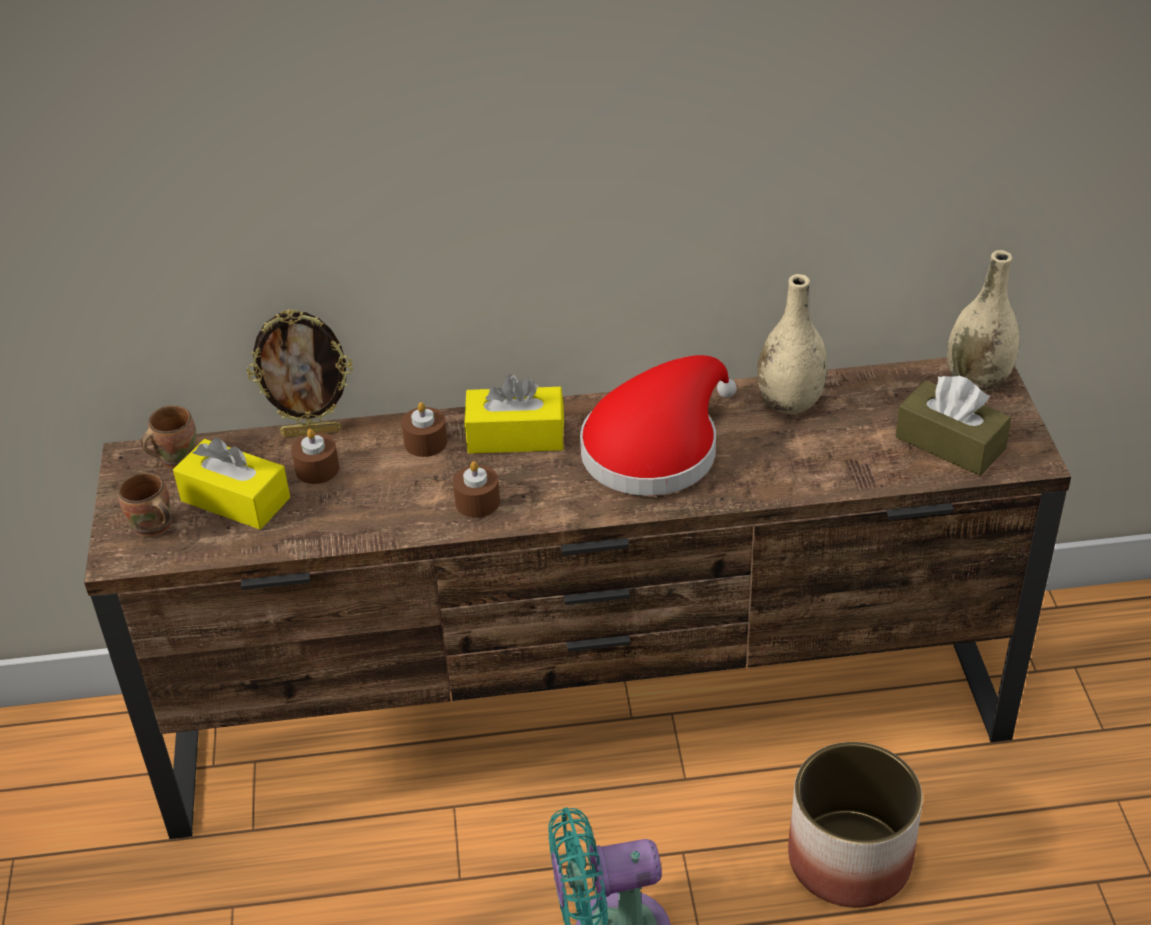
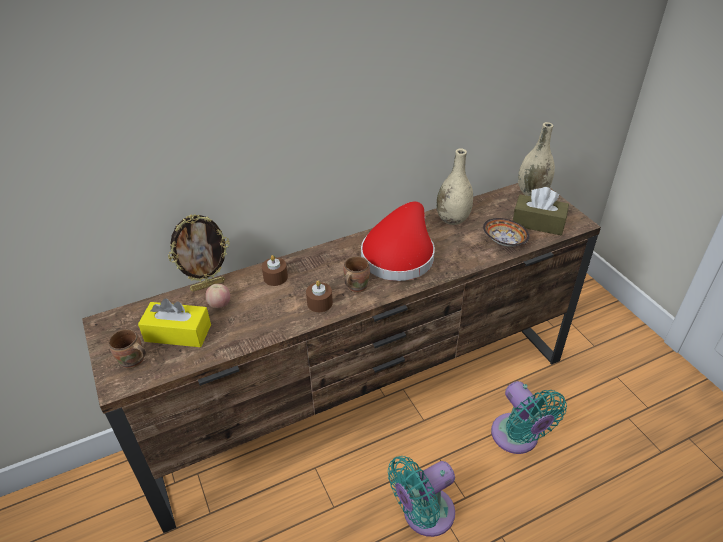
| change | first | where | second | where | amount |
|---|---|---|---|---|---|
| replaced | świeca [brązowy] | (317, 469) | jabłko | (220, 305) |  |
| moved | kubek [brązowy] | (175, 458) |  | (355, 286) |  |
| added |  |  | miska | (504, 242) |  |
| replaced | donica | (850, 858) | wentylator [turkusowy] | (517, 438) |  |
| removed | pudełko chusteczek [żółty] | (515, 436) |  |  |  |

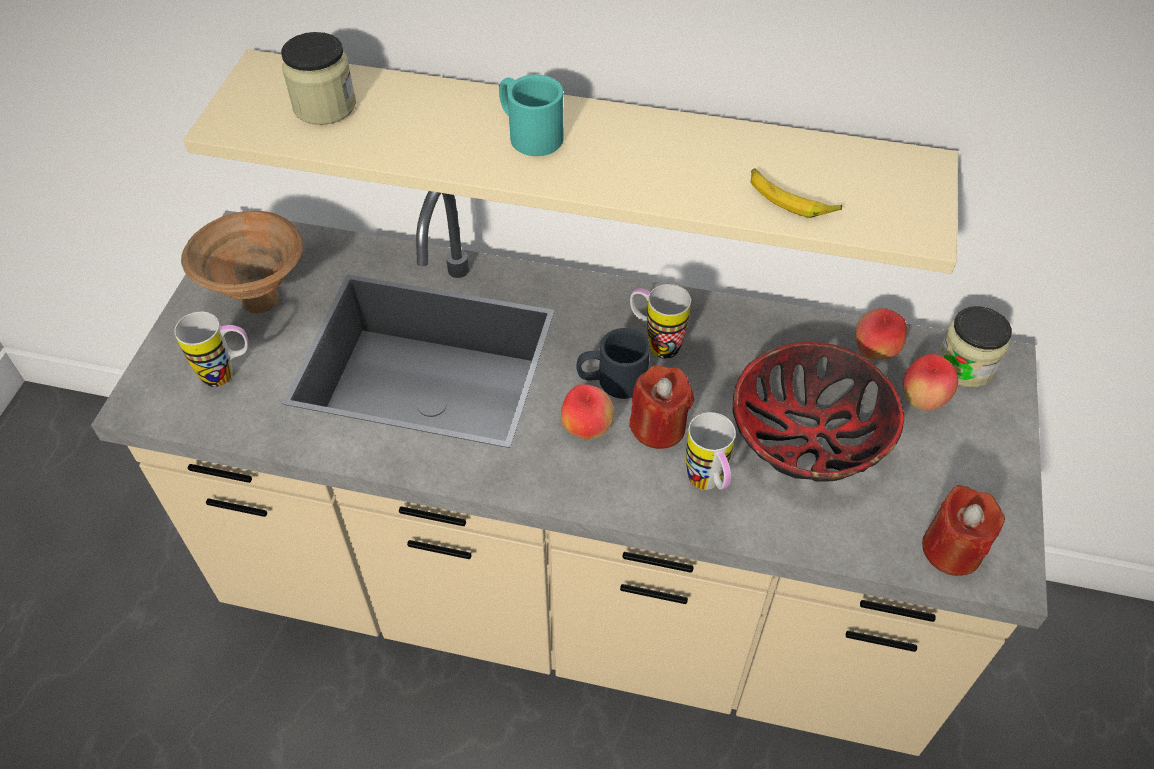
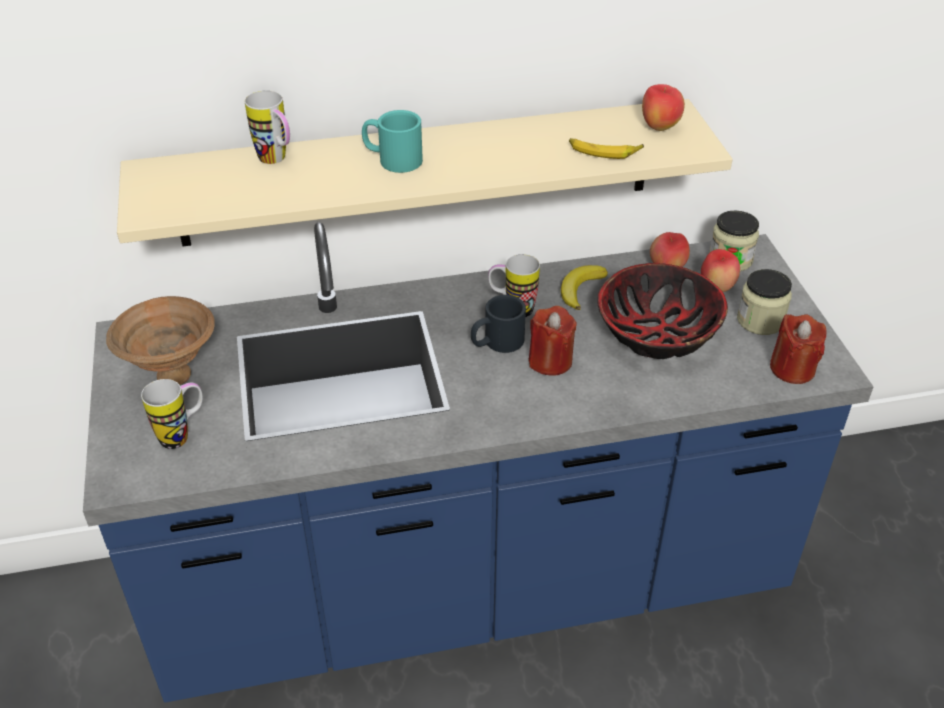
| change | first | where | second | where | amount |
|---|---|---|---|---|---|
| recoloured | zabudowa kuchenna [beżowy] | (577, 600) | zabudowa kuchenna [niebieski] | (472, 587) |  |
| moved | kubek | (708, 485) |  | (277, 160) |  |
| added |  |  | banan | (580, 289) |  |
| moved | jabłko | (586, 429) |  | (659, 127) |  |
| moved | słoik | (324, 106) |  | (760, 320) |  |

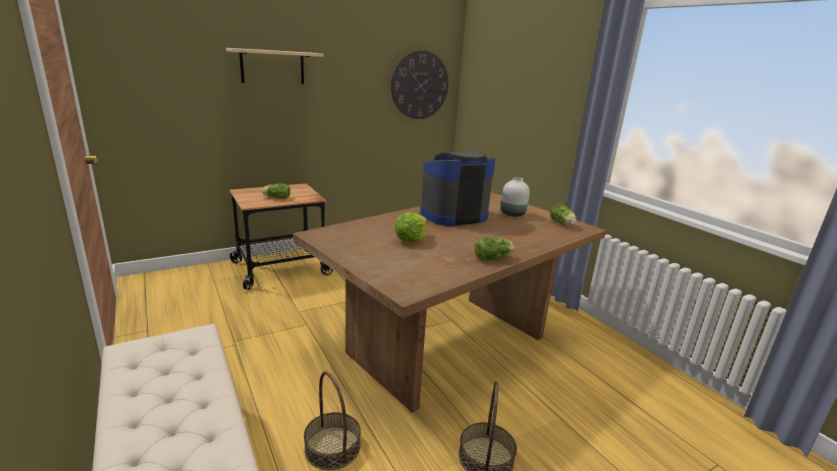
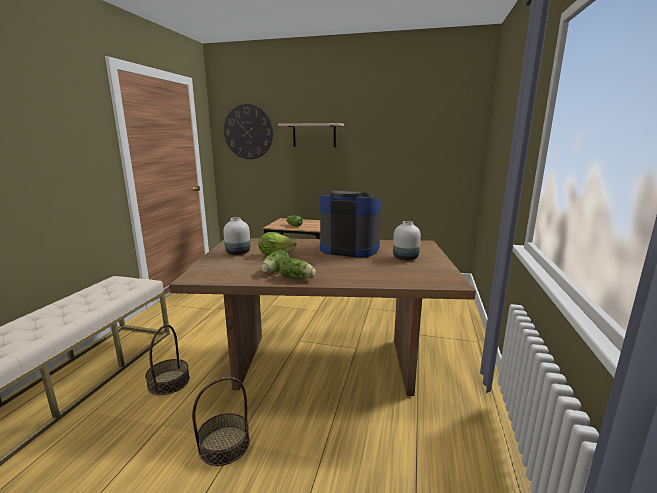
| change | first | where | second | where | amount |
|---|---|---|---|---|---|
| added |  |  | wazon [biały] | (238, 252) |  |
| moved | zegar ścienny | (419, 85) |  | (248, 132) |  |
| moved | sałata | (562, 224) |  | (274, 271) |  |

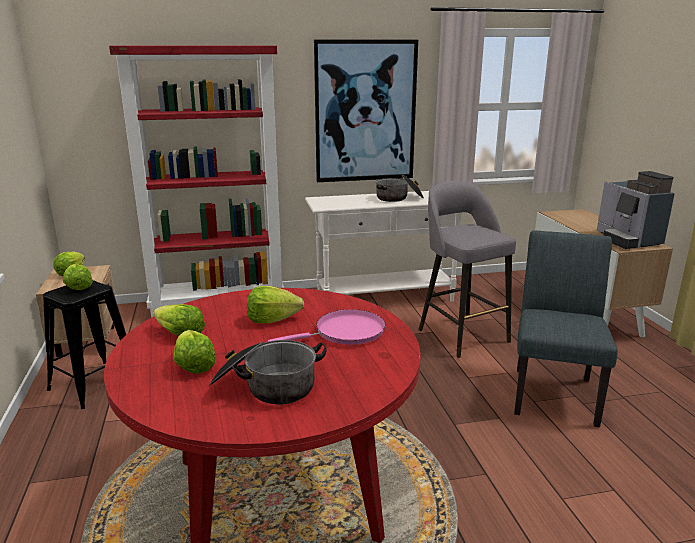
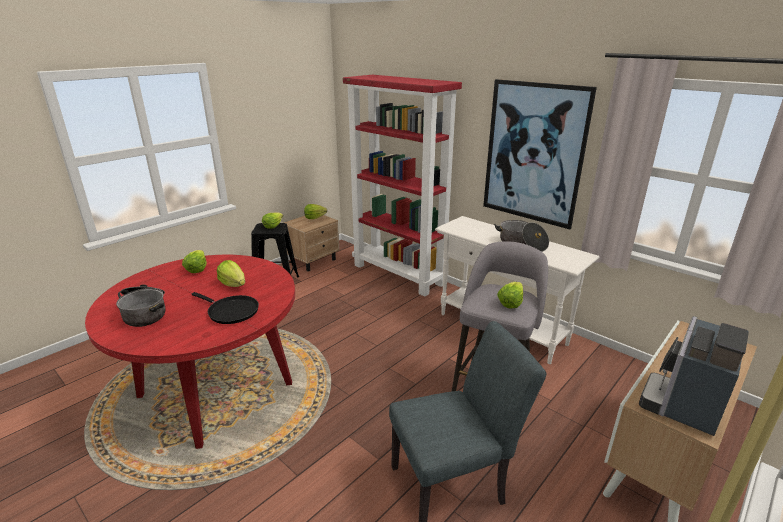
| change | first | where | second | where | amount |
|---|---|---|---|---|---|
| recoloured | patelnia [różowy] | (345, 332) | patelnia [czarny] | (231, 311) |  |
| moved | sałata | (194, 365) |  | (510, 302) |  |

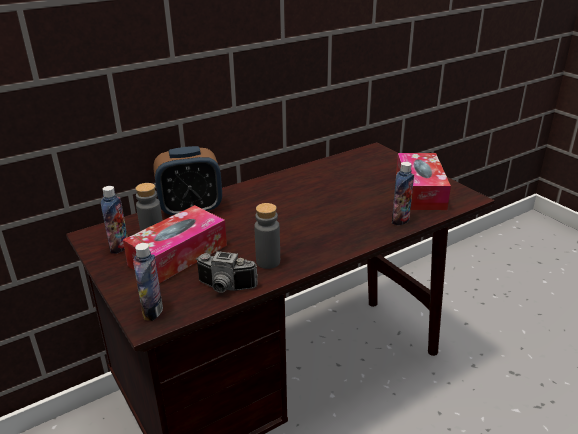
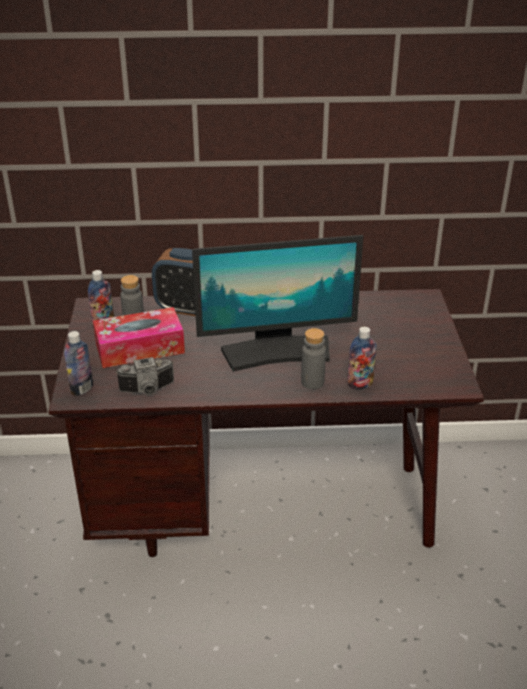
| change | first | where | second | where | amount |
|---|---|---|---|---|---|
| turned | aparat fotograficzny | (225, 288) |  | (148, 390) | 60 degrees counterclockwise |
| added |  |  | monitor | (277, 352) |  |
| moved | butelka [szary] | (268, 262) |  | (312, 382) |  |
| removed | pudełko chusteczek | (420, 191) |  |  |  |

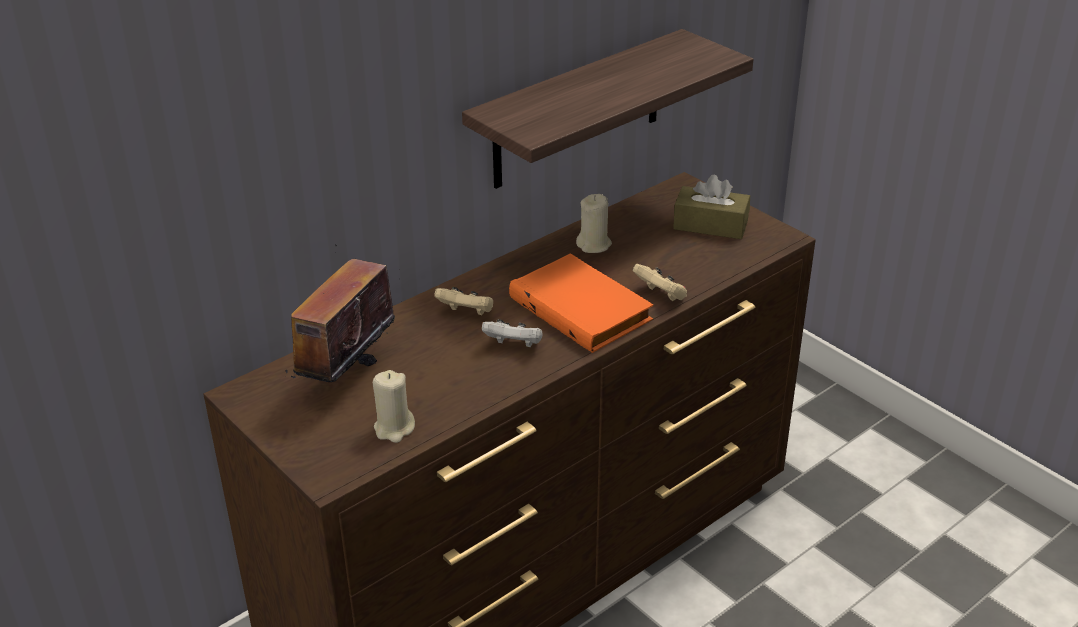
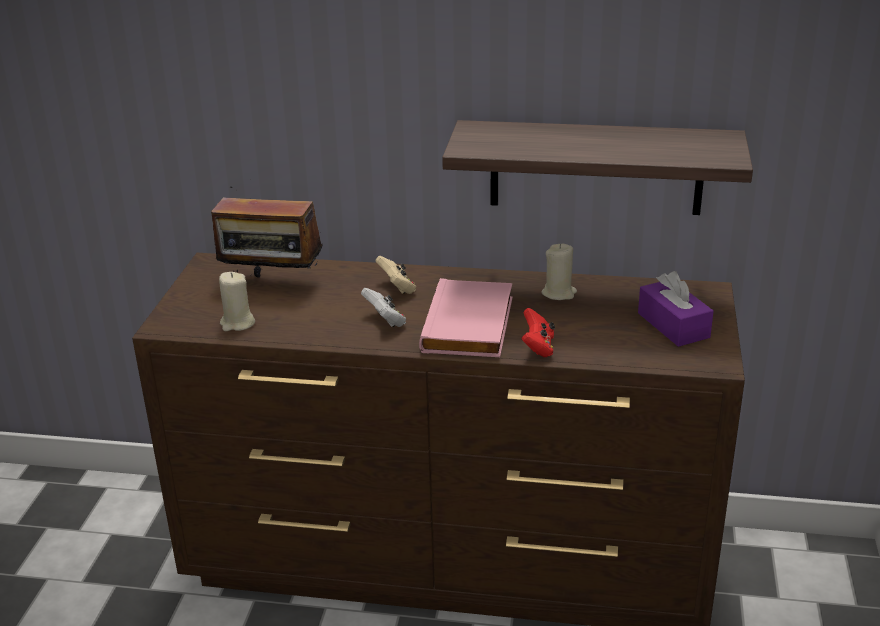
| change | first | where | second | where | amount |
|---|---|---|---|---|---|
| turned | radio | (346, 375) |  | (272, 282) | 150 degrees counterclockwise |
| recoloured | książka [pomarańczowy] | (583, 308) | książka [różowy] | (471, 325) |  |
| recoloured | pad do gier [beżowy] | (661, 296) | pad do gier [czerwony] | (538, 347) |  |
| recoloured | pudełko chusteczek [brązowy] | (710, 225) | pudełko chusteczek [fioletowy] | (673, 325) |  |

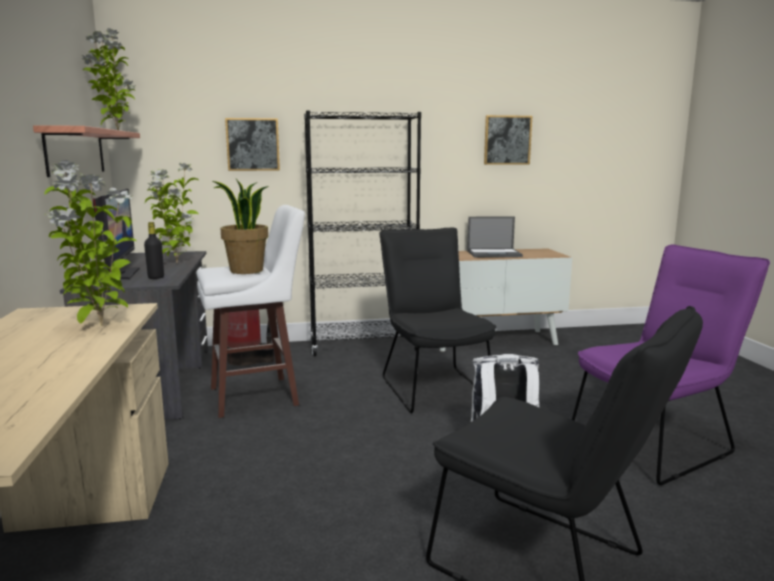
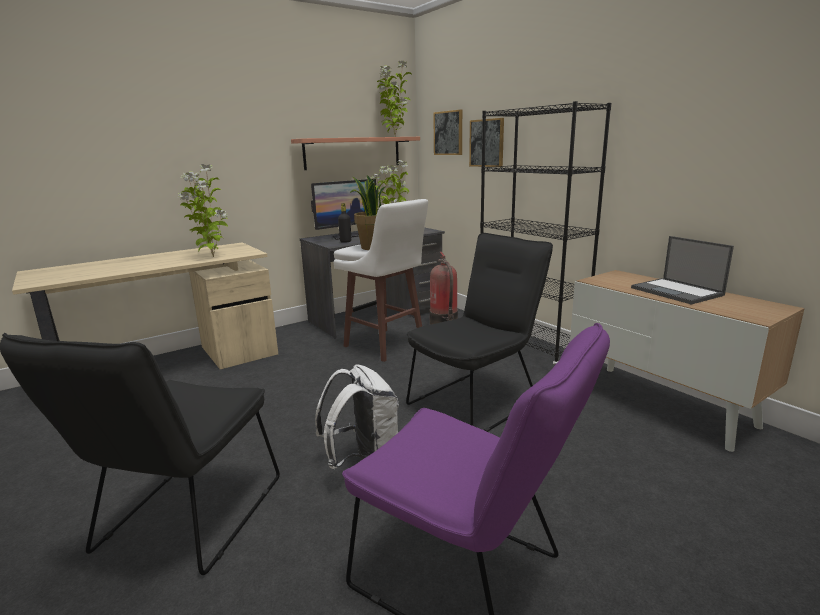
| change | first | where | second | where | amount |
|---|---|---|---|---|---|
| moved | obraz | (507, 140) |  | (448, 133) |  |

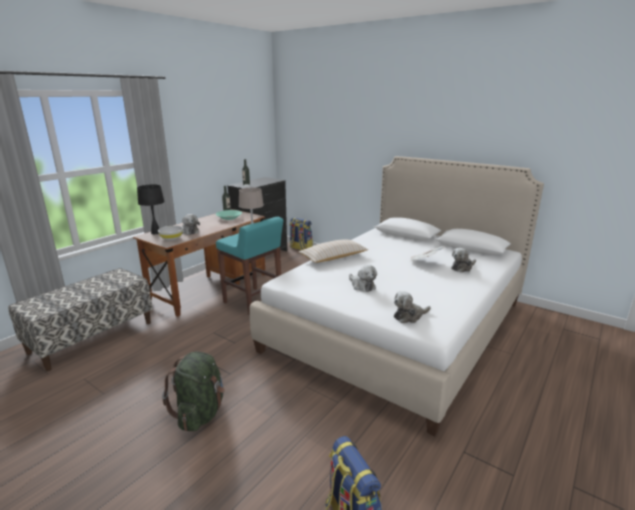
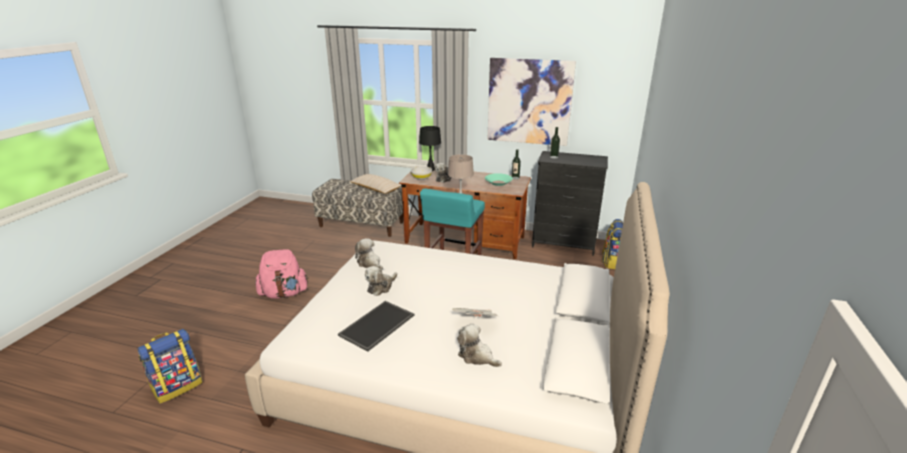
| change | first | where | second | where | amount |
|---|---|---|---|---|---|
| recoloured | plecak [zielony] | (200, 413) | plecak [różowy] | (284, 293) |  |
| added |  |  | taca | (377, 326) |  |
| moved | poduszka [beżowy] | (333, 257) |  | (376, 189) |  |
| moved | pluszak | (409, 316) |  | (370, 263) |  |
| added |  |  | obraz | (529, 102) |  |

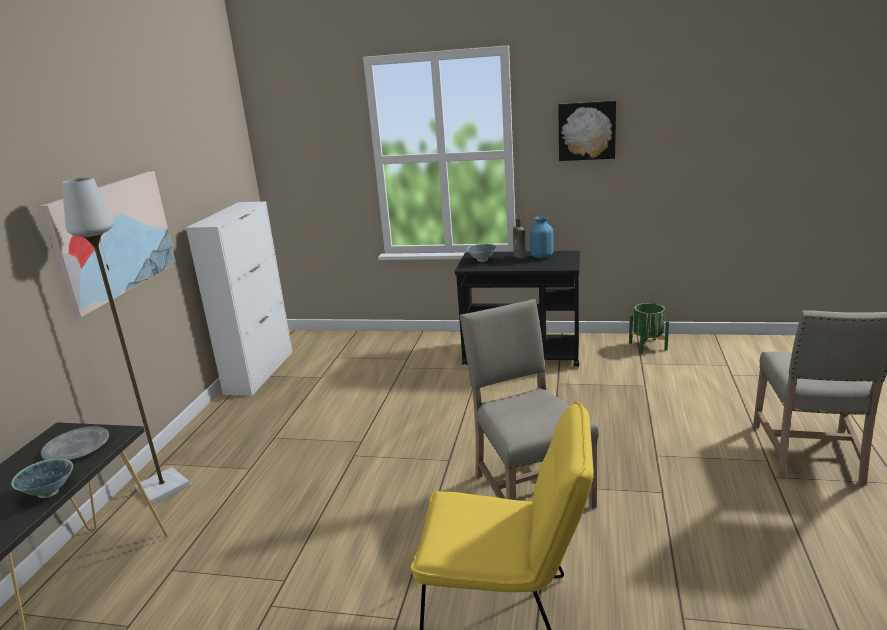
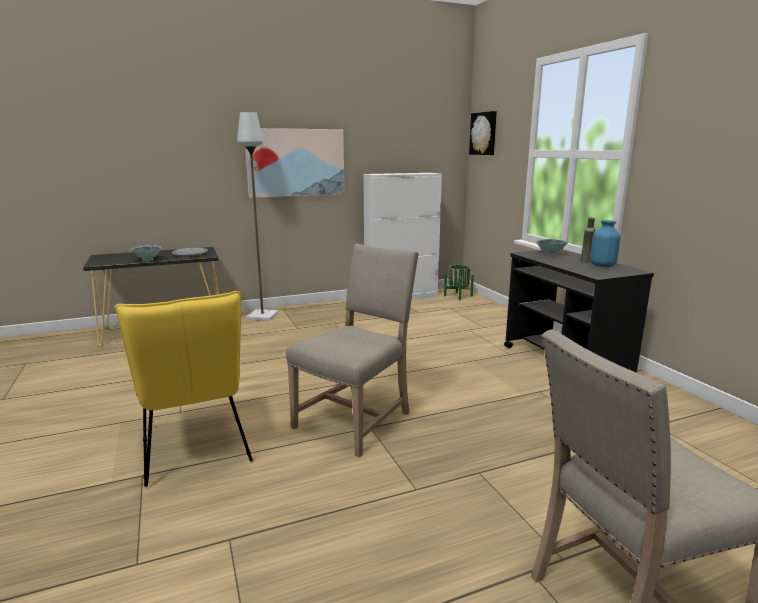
| change | first | where | second | where | amount |
|---|---|---|---|---|---|
| moved | donica [zielony] | (647, 346) |  | (458, 296) |  |
| moved | obraz | (586, 131) |  | (484, 133) |  |

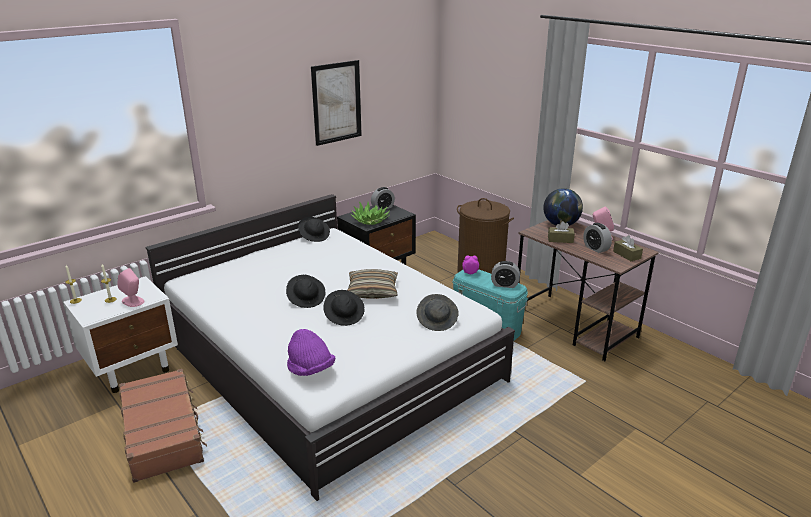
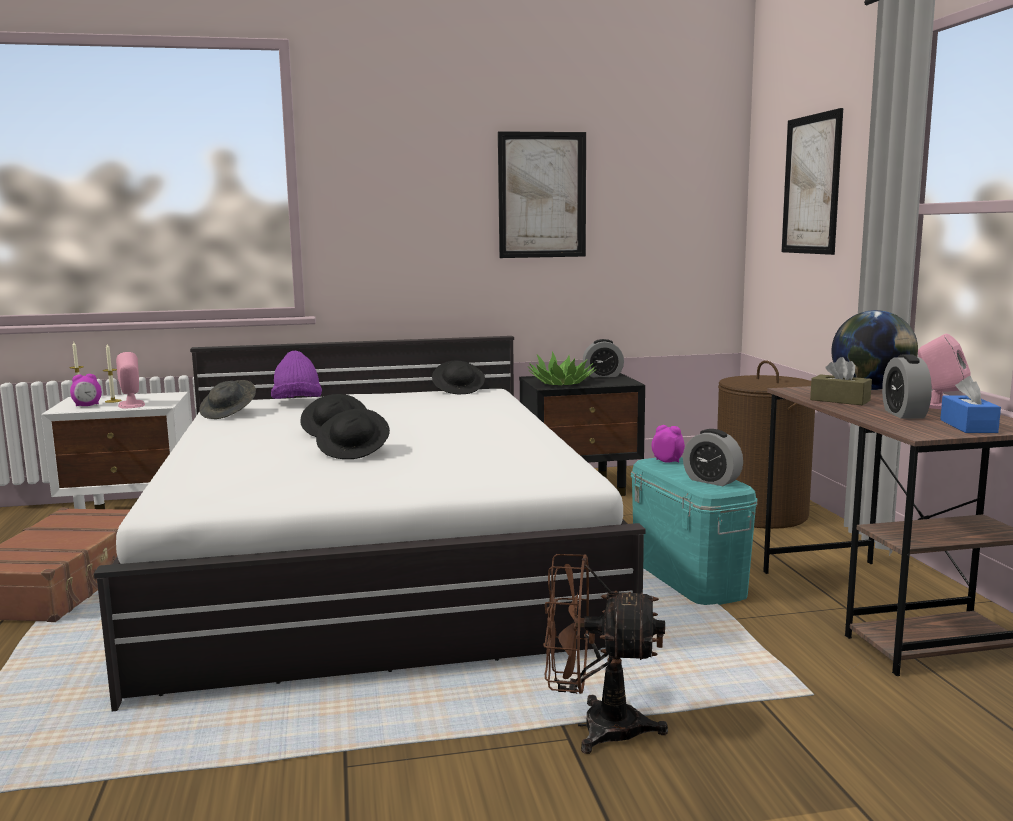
| change | first | where | second | where | amount |
|---|---|---|---|---|---|
| added |  |  | budzik | (87, 406) |  |
| moved | kapelusz [szary] | (437, 321) |  | (229, 414) |  |
| moved | kapelusz [fioletowy] | (310, 369) |  | (297, 403) |  |
| added |  |  | wentylator [brązowy] | (595, 727) |  |
| added |  |  | obraz | (811, 185) |  |
| recoloured | pudełko chusteczek [brązowy] | (626, 255) | pudełko chusteczek [niebieski] | (968, 426) |  |
| removed | poduszka | (372, 291) |  |  |  |

